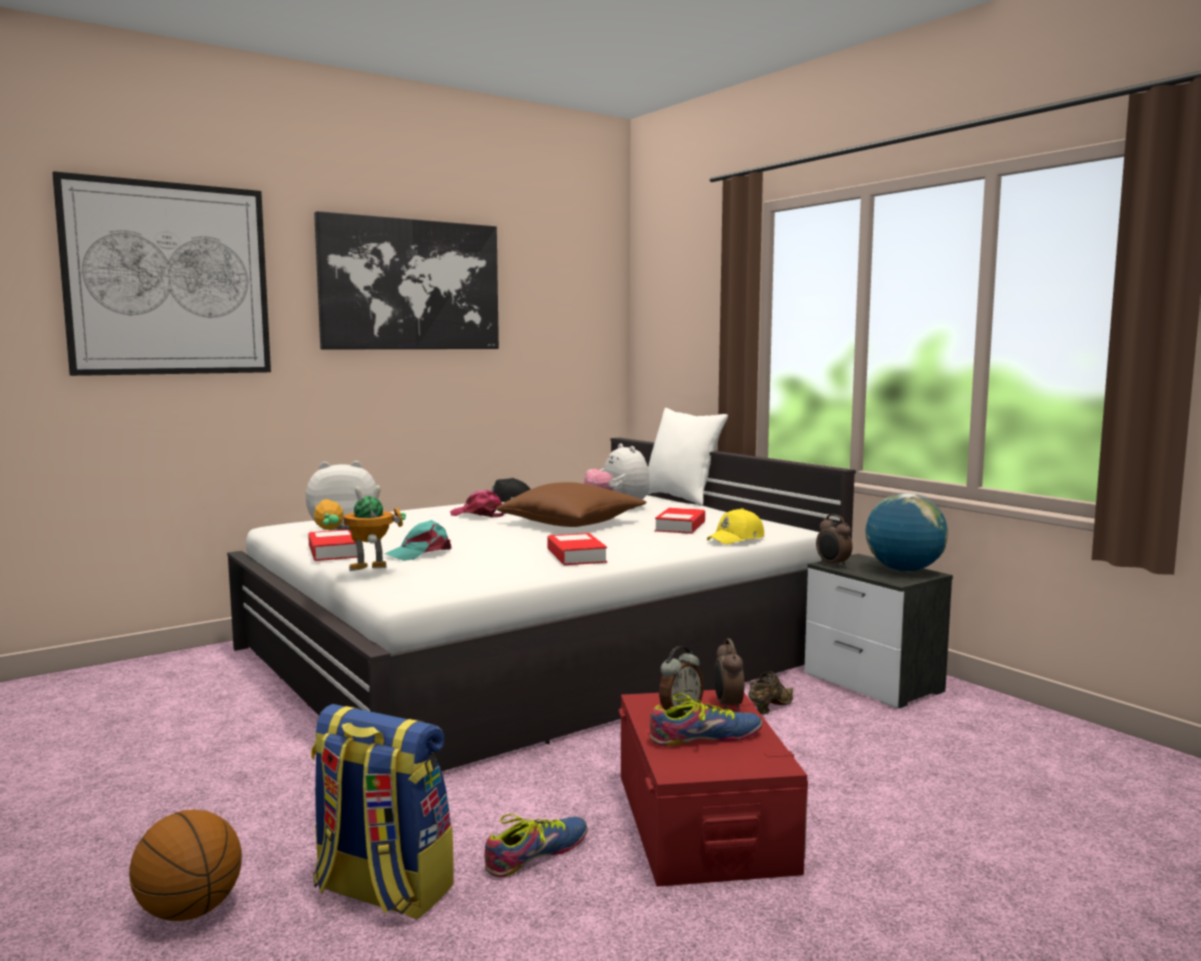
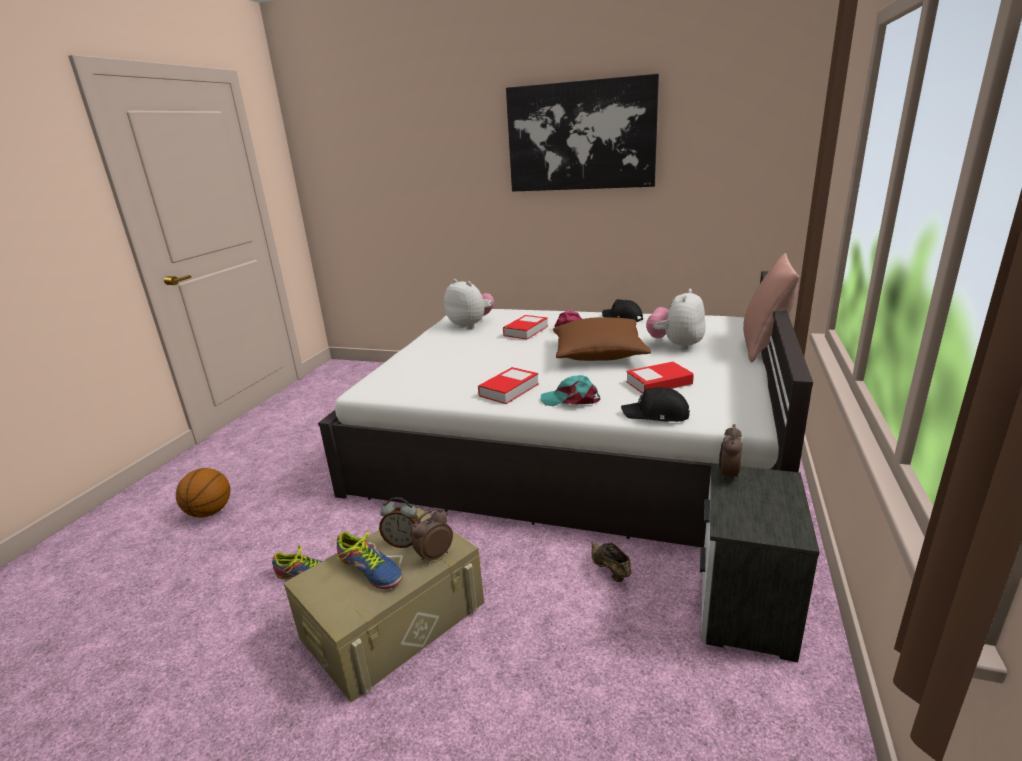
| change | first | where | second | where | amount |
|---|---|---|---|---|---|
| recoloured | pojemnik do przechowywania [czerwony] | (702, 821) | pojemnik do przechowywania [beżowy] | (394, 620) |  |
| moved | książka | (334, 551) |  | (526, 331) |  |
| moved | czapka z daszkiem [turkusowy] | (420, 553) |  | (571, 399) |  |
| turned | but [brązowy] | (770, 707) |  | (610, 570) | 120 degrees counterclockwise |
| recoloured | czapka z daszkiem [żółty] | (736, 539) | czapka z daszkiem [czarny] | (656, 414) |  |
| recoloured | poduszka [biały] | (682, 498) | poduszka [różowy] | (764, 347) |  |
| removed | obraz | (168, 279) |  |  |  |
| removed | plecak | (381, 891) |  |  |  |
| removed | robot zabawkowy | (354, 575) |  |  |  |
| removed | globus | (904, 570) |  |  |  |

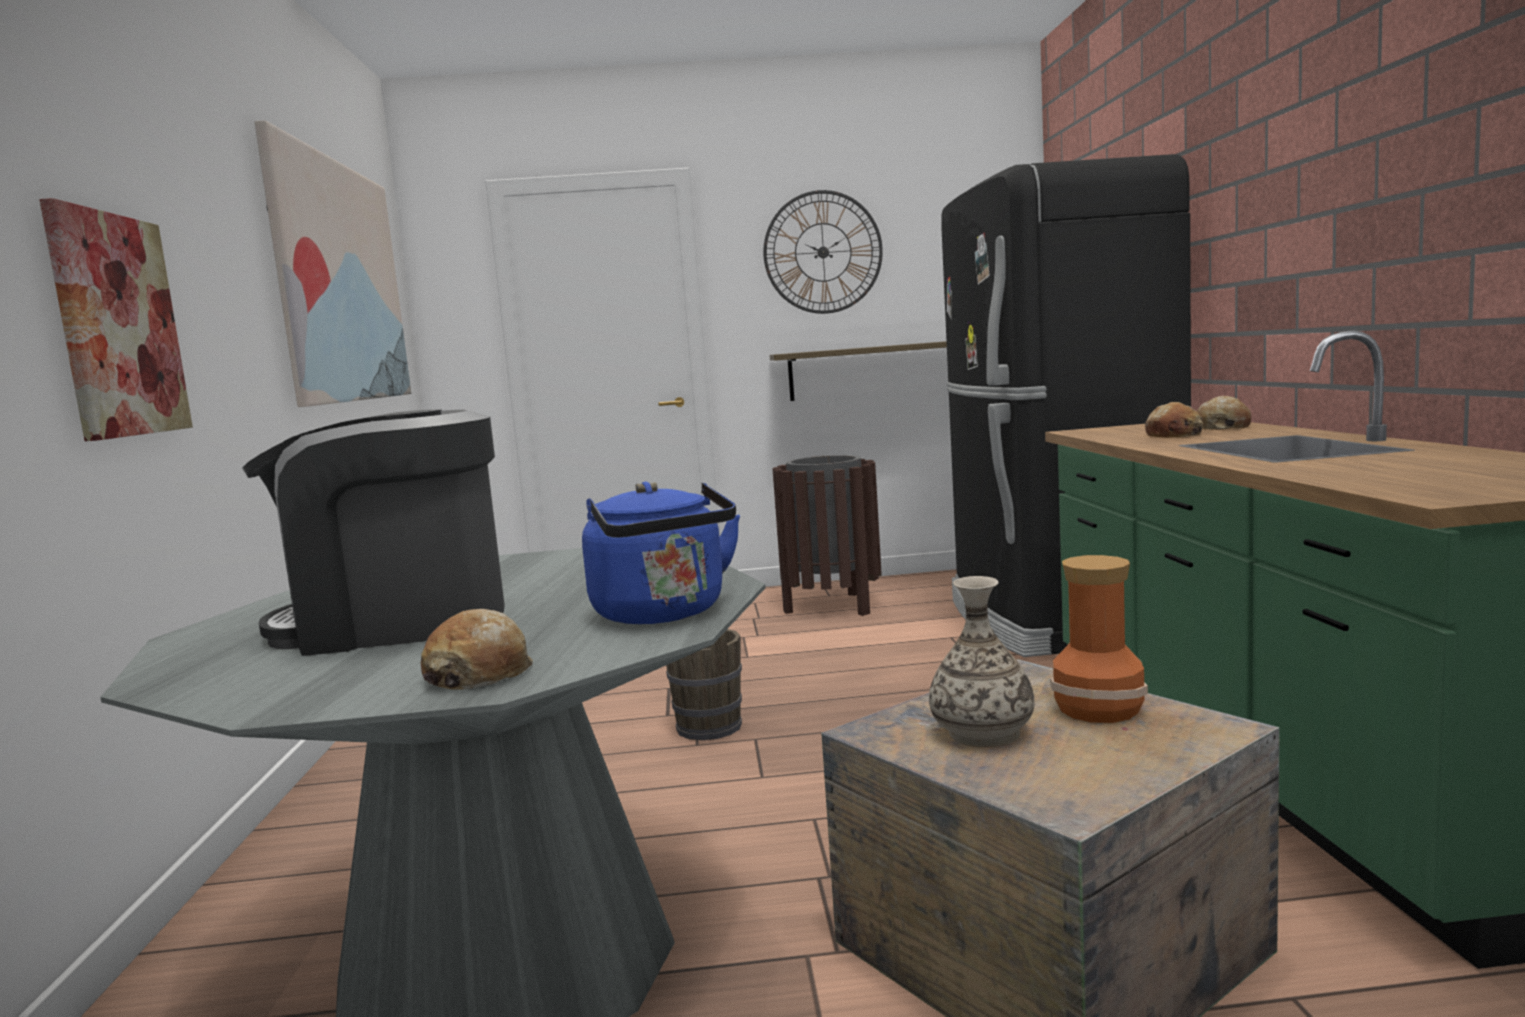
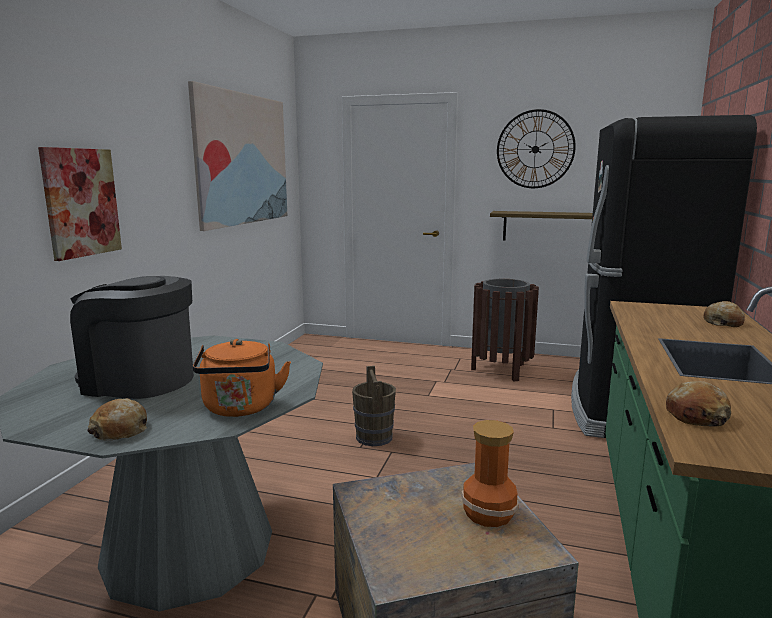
| change | first | where | second | where | amount |
|---|---|---|---|---|---|
| recoloured | czajnik [niebieski] | (664, 614) | czajnik [pomarańczowy] | (240, 409) |  |
| moved | chleb | (1174, 434) |  | (696, 416) |  |
| removed | wazon | (982, 733) |  |  |  |

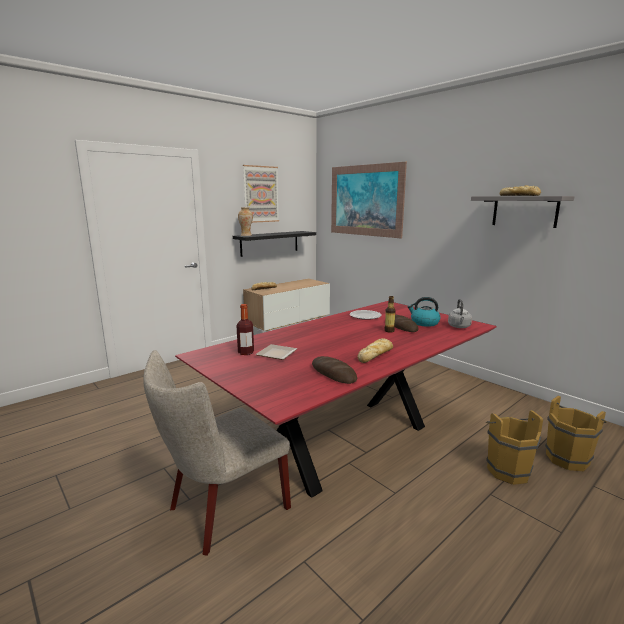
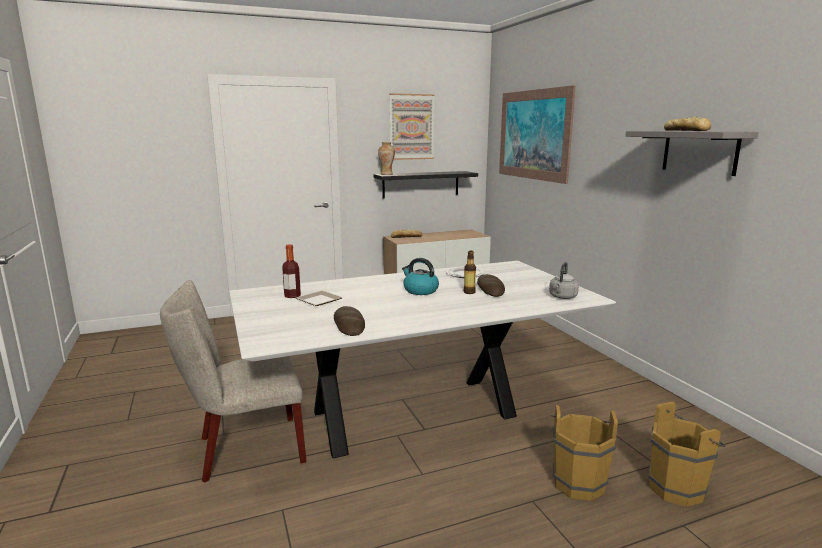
| change | first | where | second | where | amount |
|---|---|---|---|---|---|
| recoloured | stół jadalny [czerwony] | (349, 440) | stół jadalny [biały] | (416, 414) |  |
| moved | czajnik | (424, 323) |  | (420, 290) |  |
| removed | chleb | (376, 354) |  |  |  |

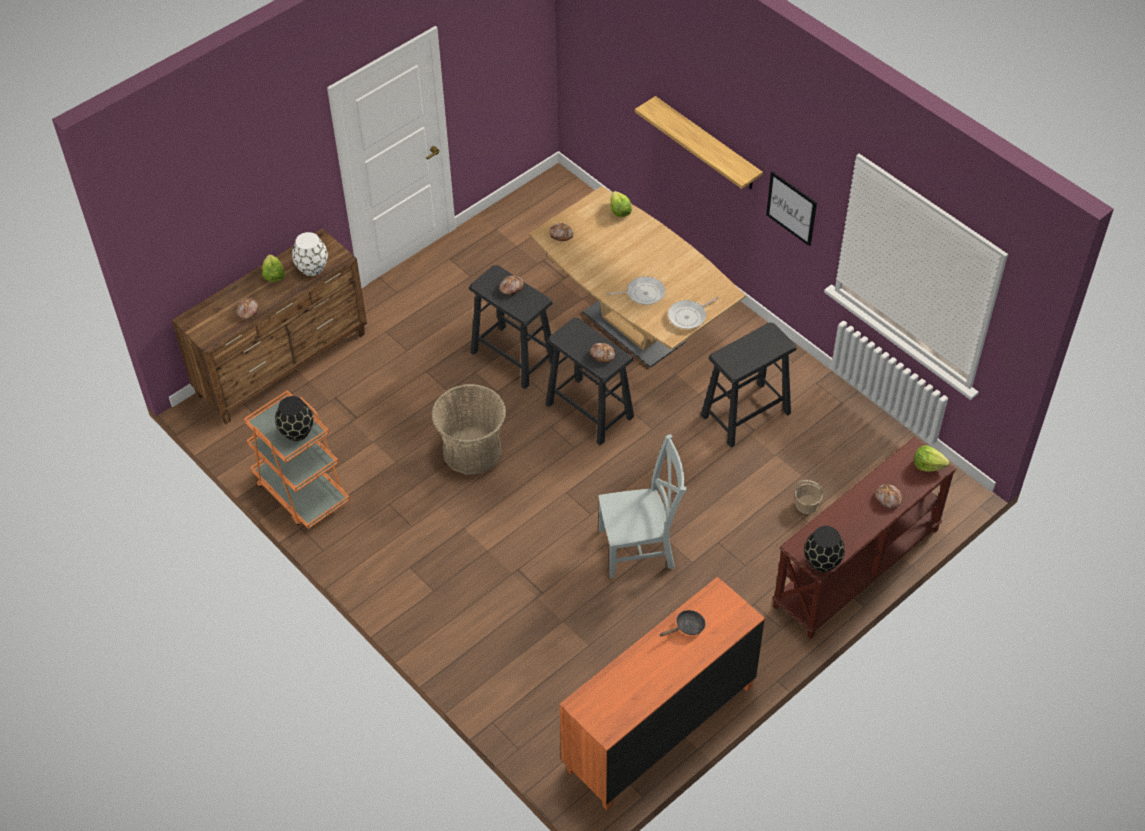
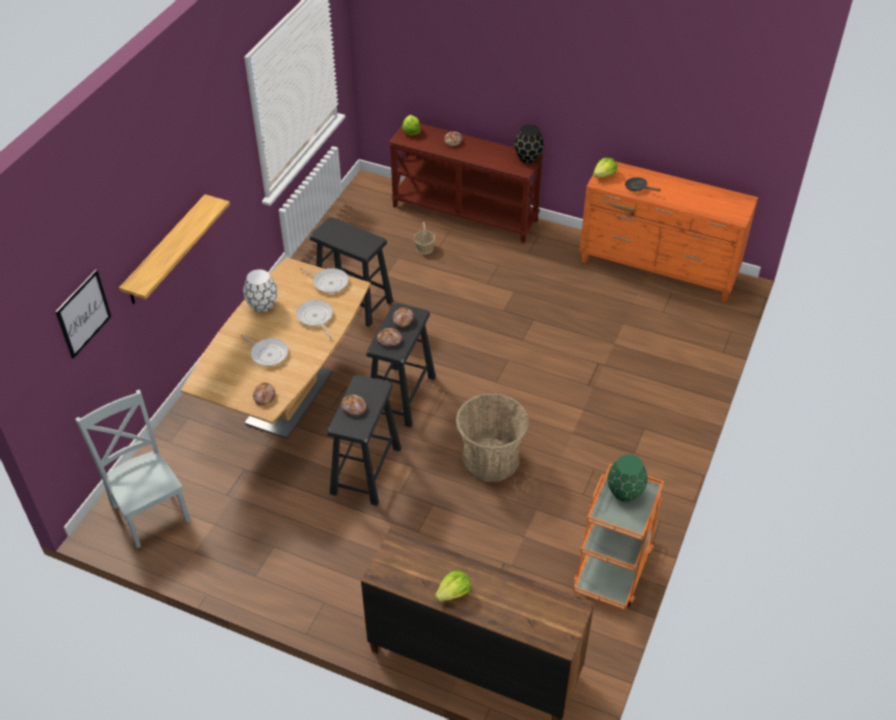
| change | first | where | second | where | amount |
|---|---|---|---|---|---|
| moved | obraz | (791, 208) |  | (83, 313) |  |
| moved | krzesło [szary] | (640, 548) |  | (149, 510) |  |
| added |  |  | patelnia | (268, 353) |  |
| moved | wazon [biały] | (312, 268) |  | (262, 305) |  |
| moved | chleb | (248, 311) |  | (389, 340) |  |
| moved | sałata | (619, 210) |  | (604, 175) |  |
| recoloured | wazon [czarny] | (297, 432) | wazon [zielony] | (625, 491) |  |

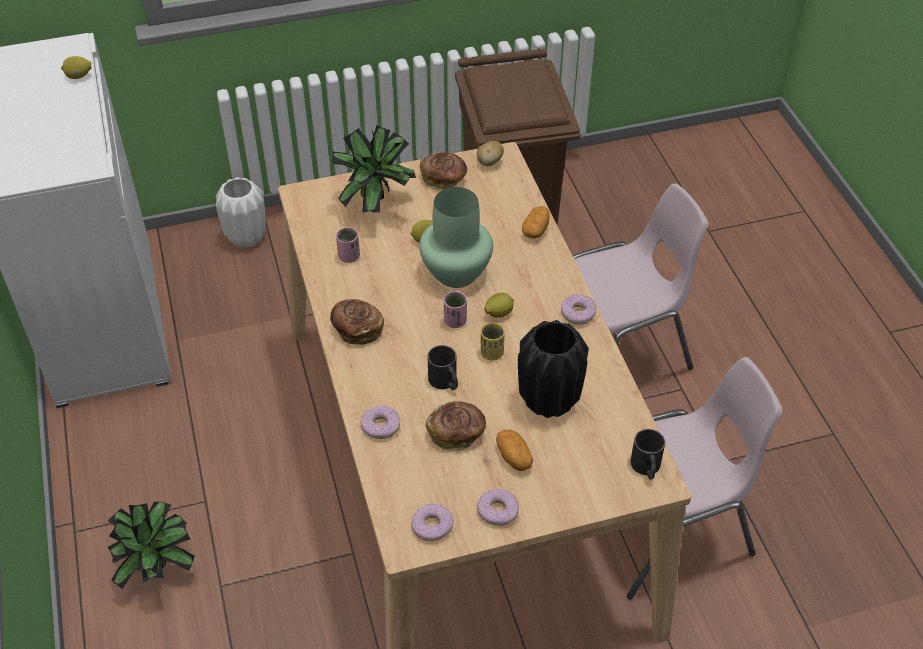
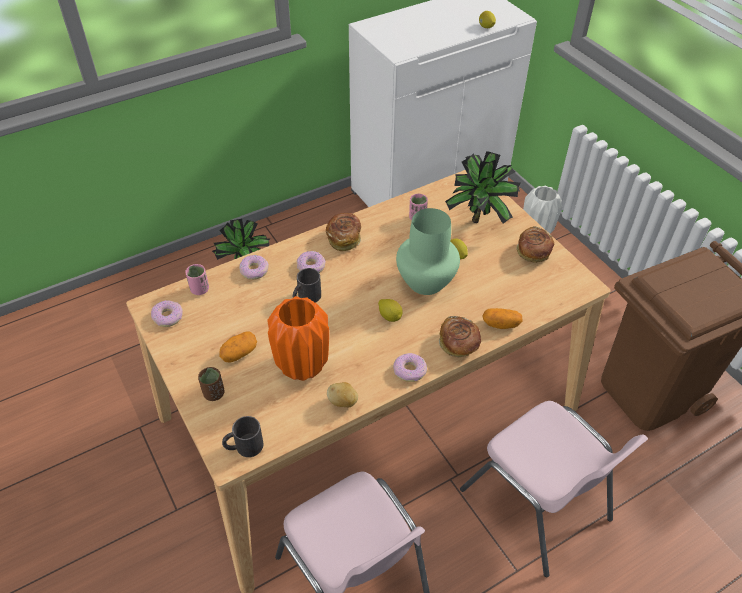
| change | first | where | second | where | amount |
|---|---|---|---|---|---|
| moved | filiżanka [różowy] | (455, 321) |  | (199, 289) |  |
| added |  |  | filiżanka [brązowy] | (214, 393) |  |
| recoloured | wazon [czarny] | (548, 402) | wazon [pomarańczowy] | (302, 365) |  |
| moved | donut | (497, 511) |  | (311, 266) |  |
| moved | ziemniak | (489, 162) |  | (343, 402) |  |
| moved | chleb | (457, 434) |  | (458, 345) |  |
| removed | filiżanka [żółty] | (492, 353) |  |  |  |

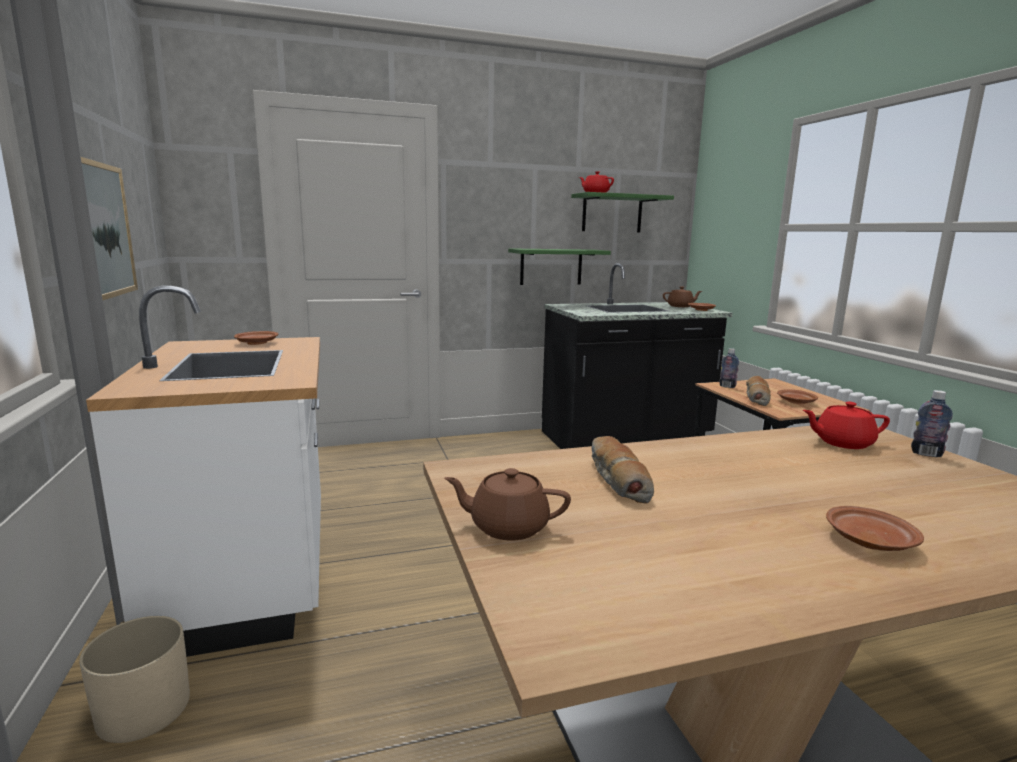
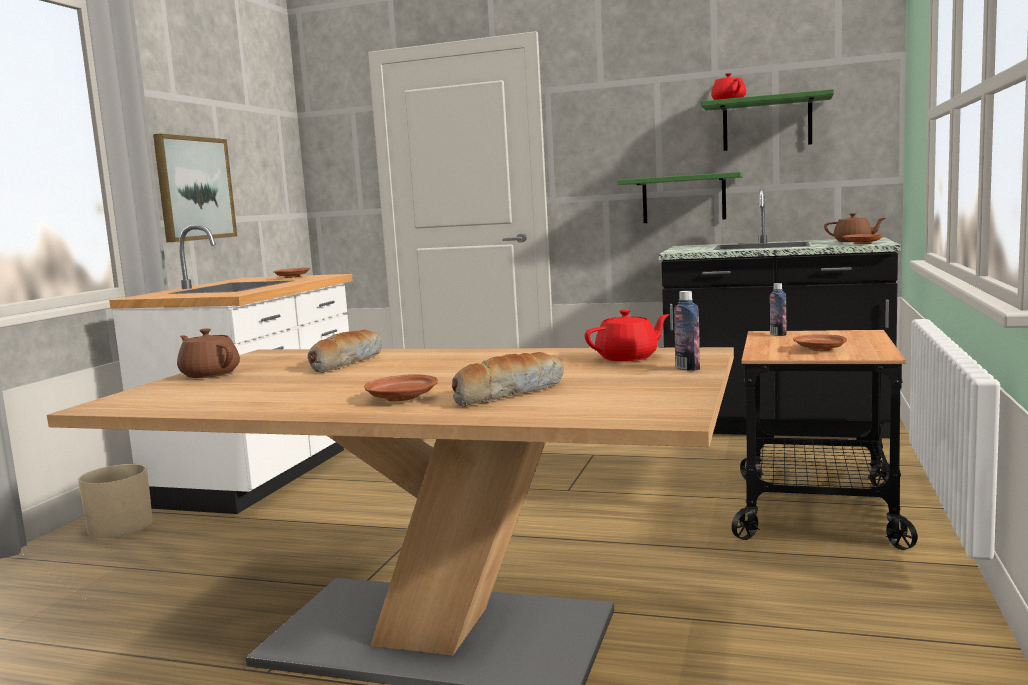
| change | first | where | second | where | amount |
|---|---|---|---|---|---|
| moved | chleb | (756, 397) |  | (508, 393) |  |
| turned | imbryk [czerwony] | (842, 443) |  | (628, 357) | 120 degrees clockwise |

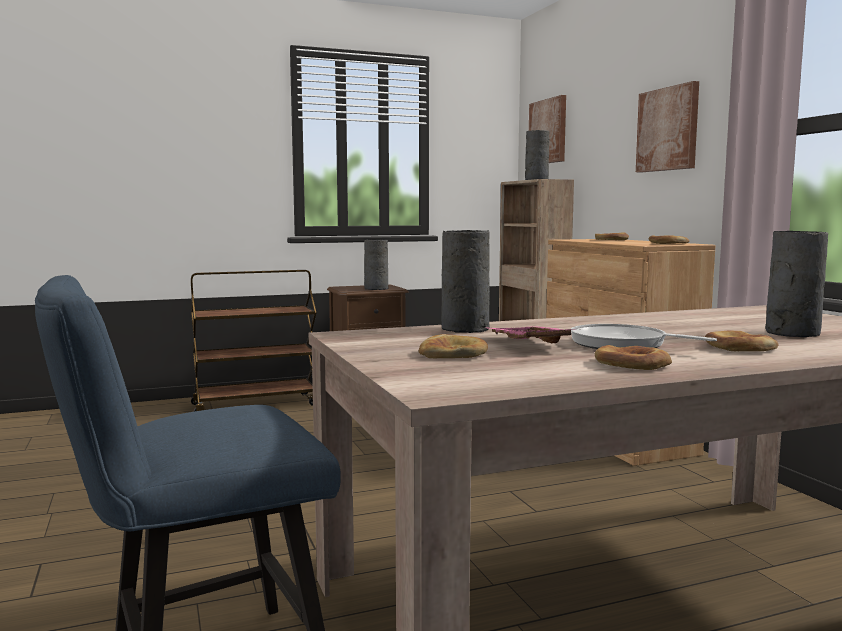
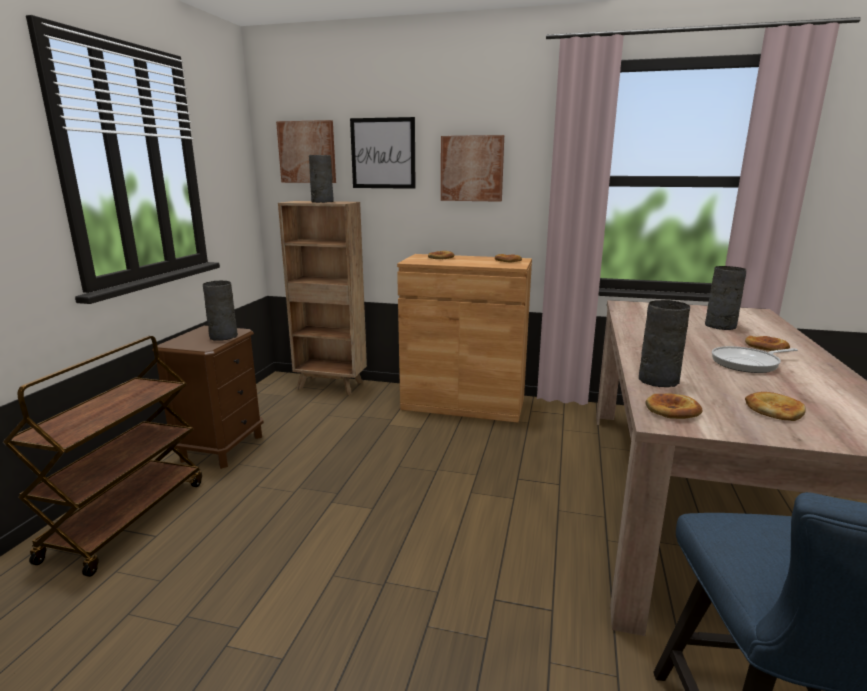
| change | first | where | second | where | amount |
|---|---|---|---|---|---|
| added |  |  | obraz | (383, 153) |  |
| moved | chleb | (632, 364) |  | (672, 410) |  |
| removed | taca [różowy] | (527, 344) |  |  |  |

